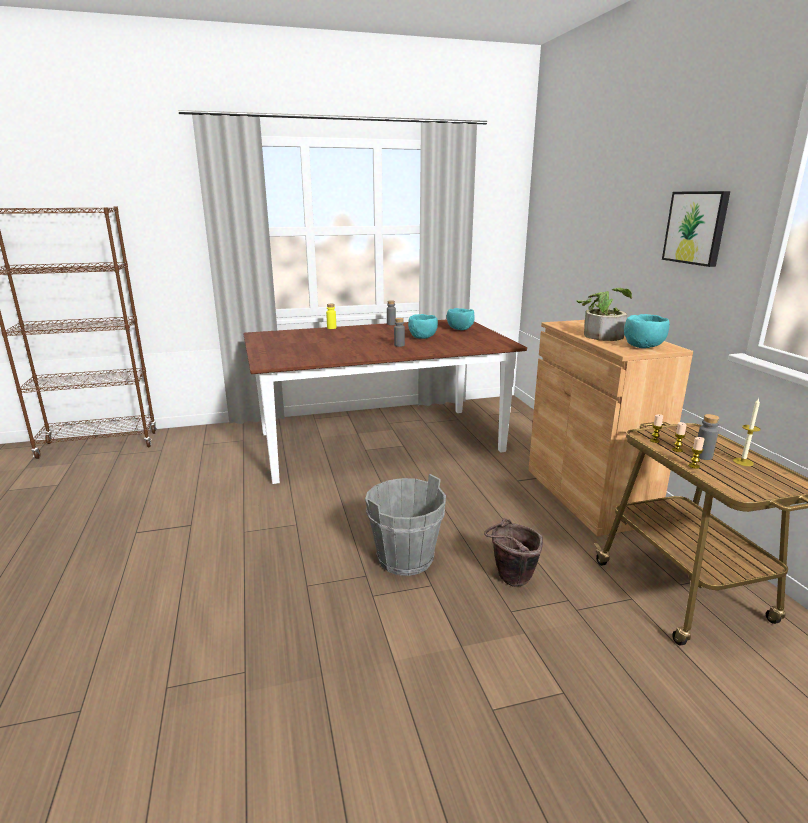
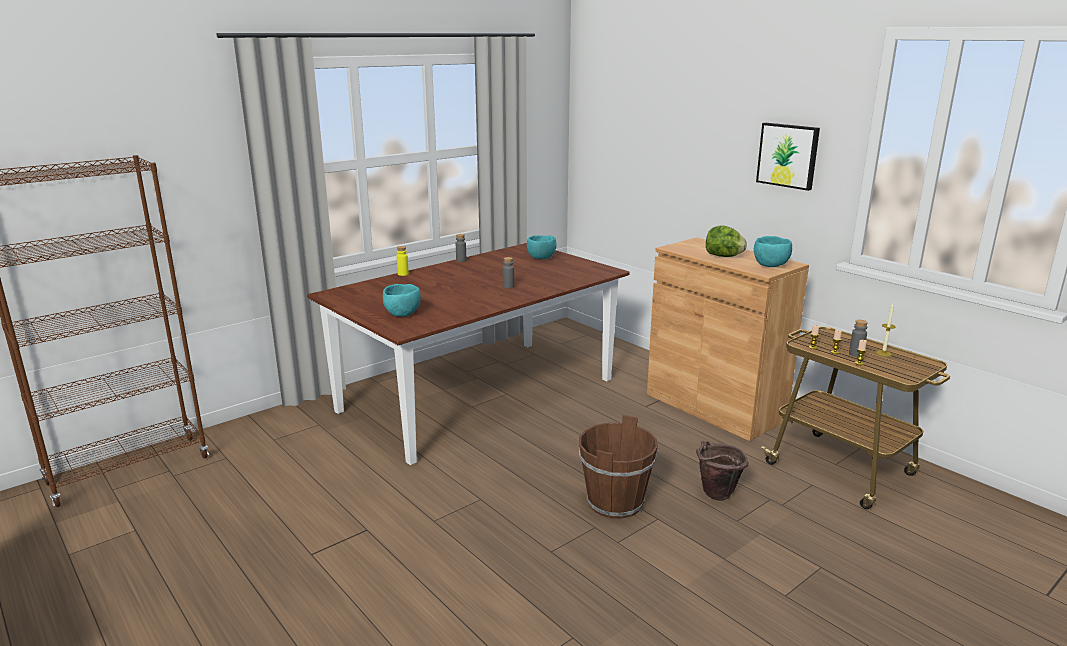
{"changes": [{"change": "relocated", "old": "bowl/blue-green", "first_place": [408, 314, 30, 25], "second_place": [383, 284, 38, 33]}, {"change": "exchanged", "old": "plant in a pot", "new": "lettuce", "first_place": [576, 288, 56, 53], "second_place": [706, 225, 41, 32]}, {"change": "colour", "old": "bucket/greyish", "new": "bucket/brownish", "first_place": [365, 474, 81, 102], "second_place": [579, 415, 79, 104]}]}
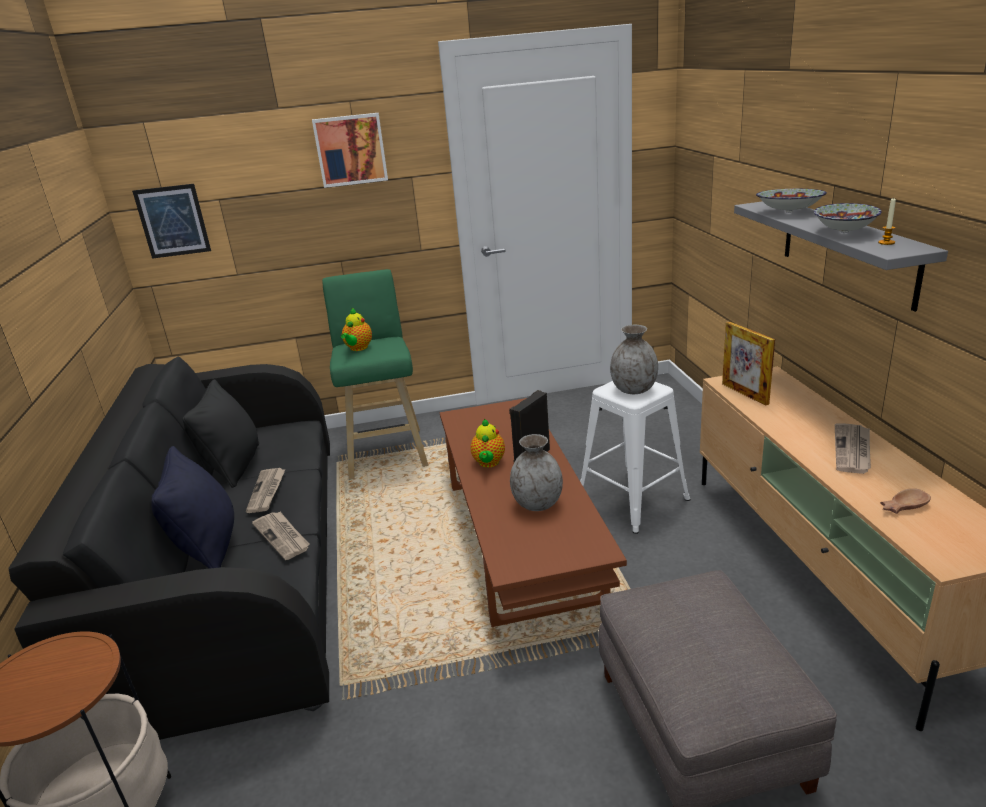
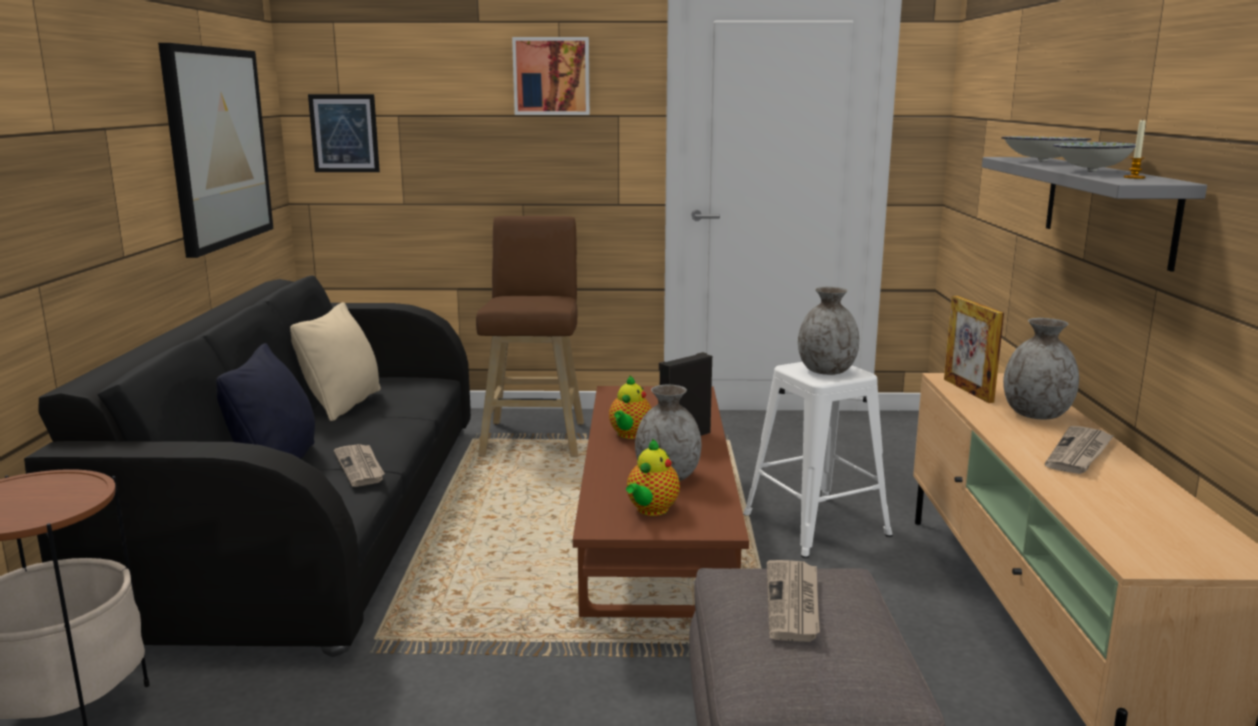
{"changes": [{"change": "missing", "old": "bowl/brownish", "first_place": [880, 488, 51, 26]}, {"change": "appeared", "new": "picture", "second_place": [158, 43, 116, 215]}, {"change": "appeared", "new": "decorative vase/greyish", "second_place": [1003, 318, 76, 101]}, {"change": "relocated", "old": "newspaper", "first_place": [246, 468, 40, 45], "second_place": [767, 560, 53, 82]}, {"change": "relocated", "old": "pot for tea", "first_place": [341, 308, 31, 43], "second_place": [626, 438, 54, 78]}, {"change": "colour", "old": "pillow/black", "new": "pillow/sand-coloured", "first_place": [183, 379, 76, 109], "second_place": [290, 302, 91, 119]}, {"change": "colour", "old": "stool seat/green", "new": "stool seat/brownish", "first_place": [322, 269, 106, 211], "second_place": [476, 216, 108, 241]}]}
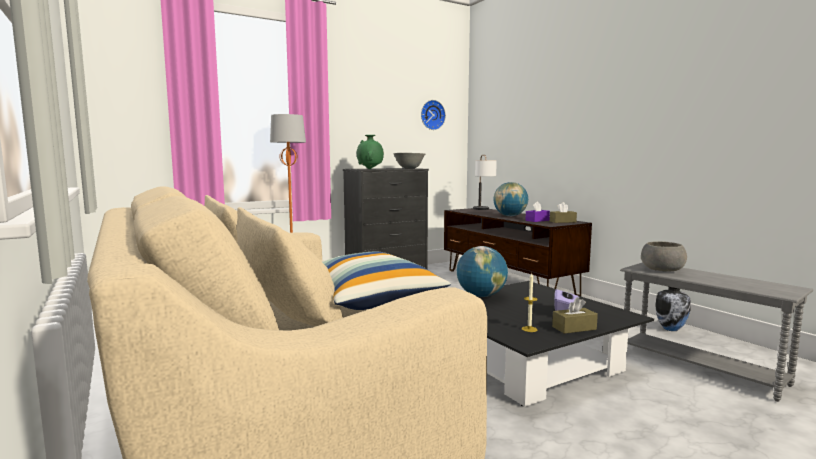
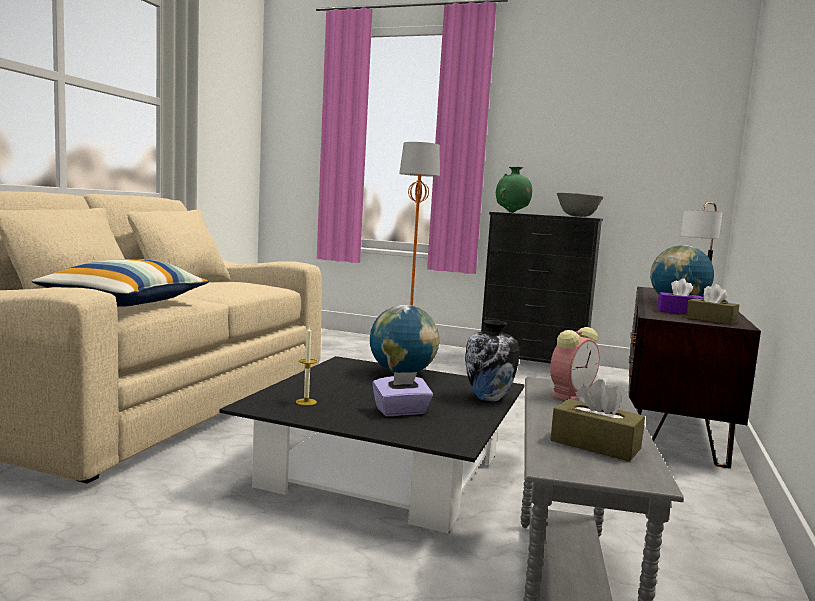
{"changes": [{"change": "missing", "old": "clock on the wall", "first_place": [421, 100, 25, 30]}, {"change": "relocated", "old": "tissue box/brownish", "first_place": [552, 297, 46, 37], "second_place": [550, 379, 95, 82]}, {"change": "relocated", "old": "decorative vase", "first_place": [655, 287, 36, 44], "second_place": [465, 320, 54, 82]}, {"change": "exchanged", "old": "bowl/greyish", "new": "bedside clock", "first_place": [641, 241, 46, 31], "second_place": [550, 327, 50, 73]}]}
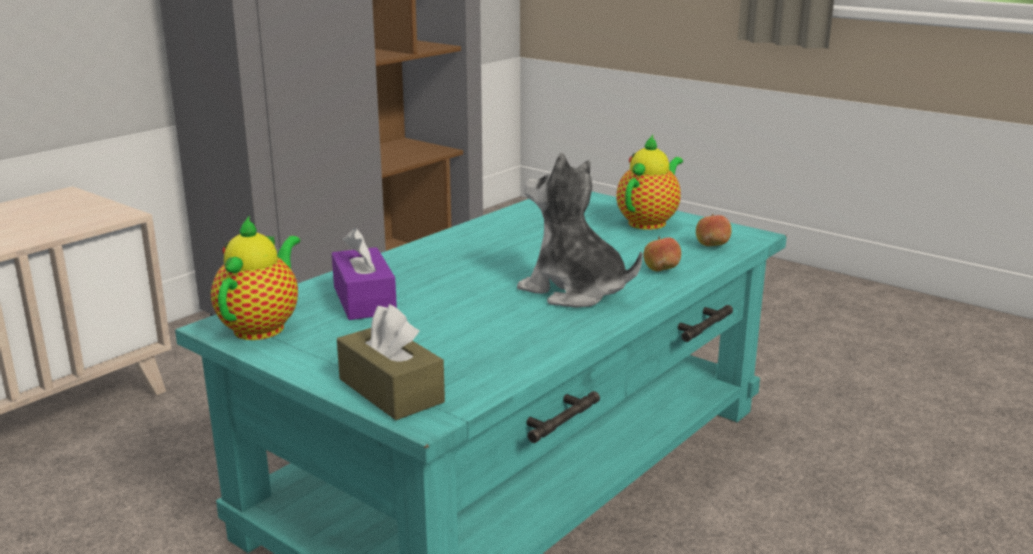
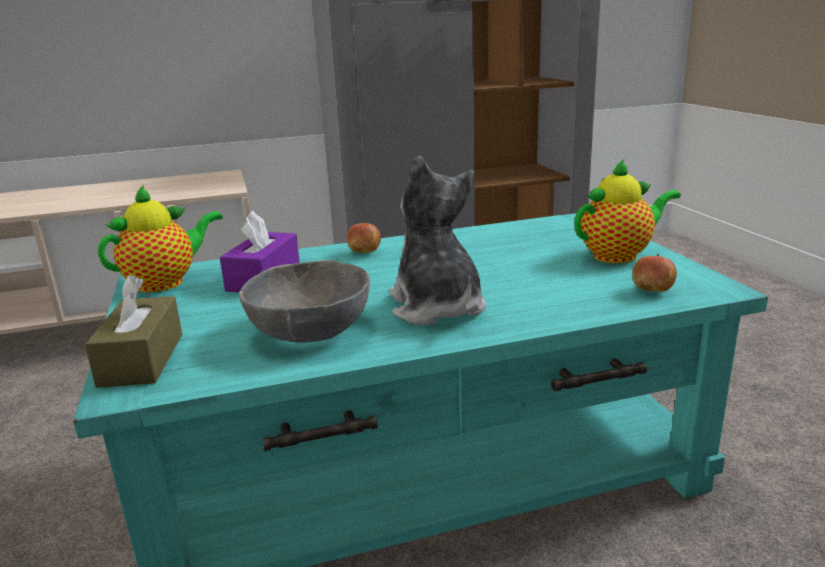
{"changes": [{"change": "appeared", "new": "bowl/greyish", "second_place": [239, 260, 131, 83]}, {"change": "relocated", "old": "apple", "first_place": [644, 236, 37, 35], "second_place": [347, 222, 34, 31]}]}
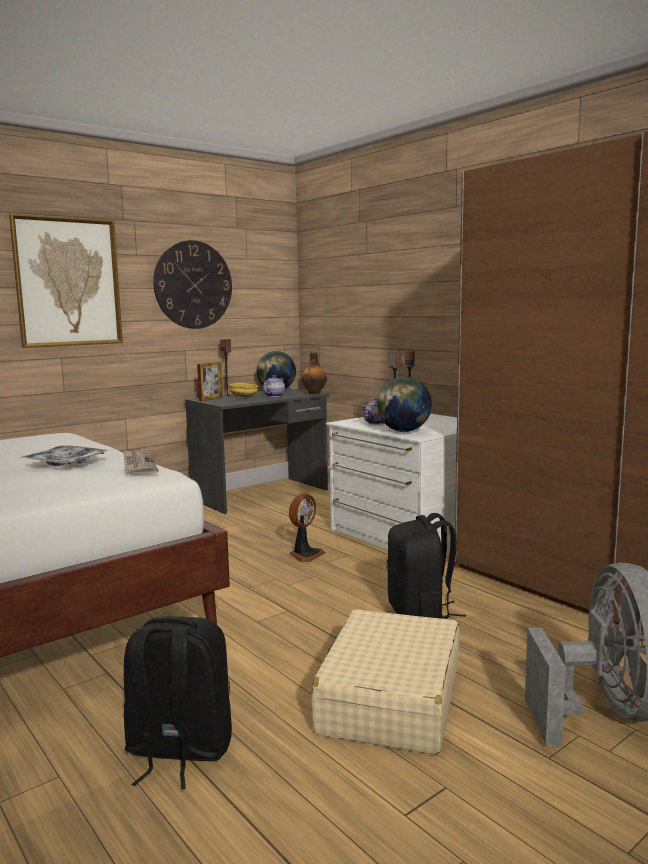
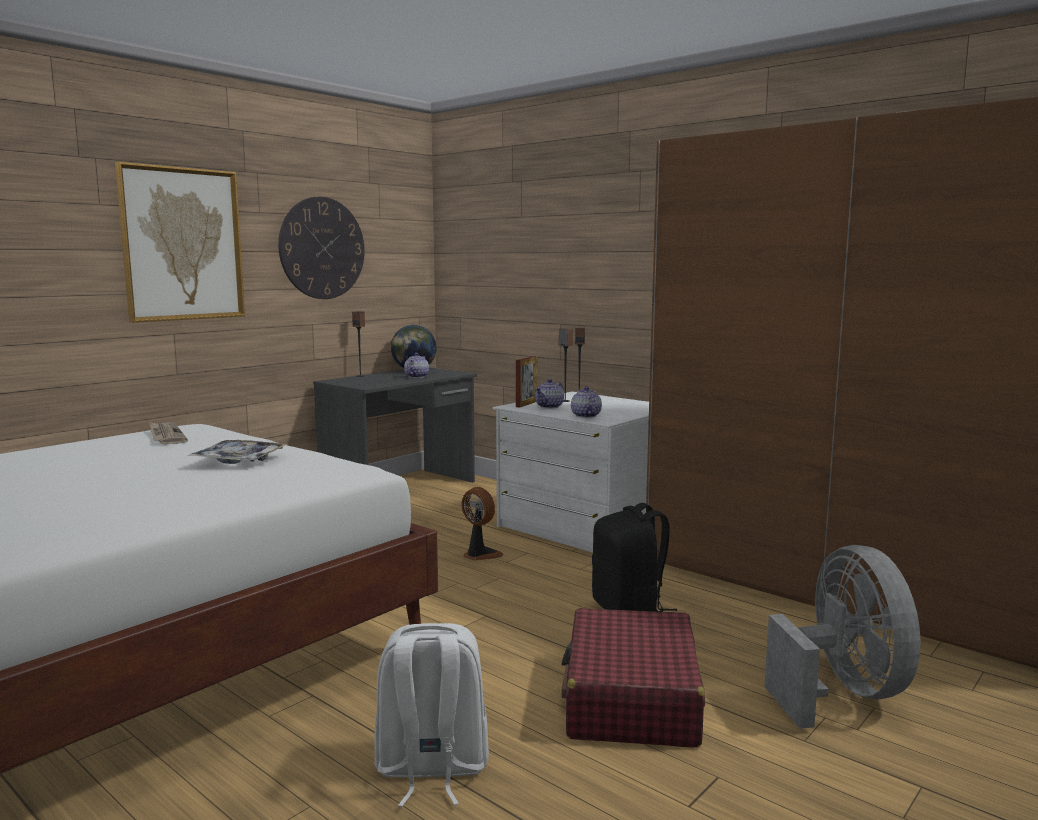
{"changes": [{"change": "missing", "old": "bowl/yellowish", "first_place": [229, 383, 30, 16]}, {"change": "missing", "old": "drink bottle", "first_place": [301, 352, 26, 42]}, {"change": "relocated", "old": "newspaper", "first_place": [123, 450, 35, 25], "second_place": [149, 422, 39, 22]}, {"change": "relocated", "old": "standing frame", "first_place": [197, 362, 26, 39], "second_place": [516, 356, 21, 51]}, {"change": "exchanged", "old": "world globe", "new": "pot for tea", "first_place": [377, 377, 55, 55], "second_place": [571, 386, 31, 32]}, {"change": "colour", "old": "rucksack/black", "new": "rucksack/white", "first_place": [124, 616, 108, 174], "second_place": [374, 623, 115, 184]}, {"change": "colour", "old": "suitcase/sand-coloured", "new": "suitcase/red-coloured", "first_place": [311, 609, 148, 146], "second_place": [561, 608, 144, 140]}, {"change": "spun", "old": "electric fan", "first_place": [289, 493, 37, 70], "second_place": [461, 487, 42, 73], "degrees": -75}]}
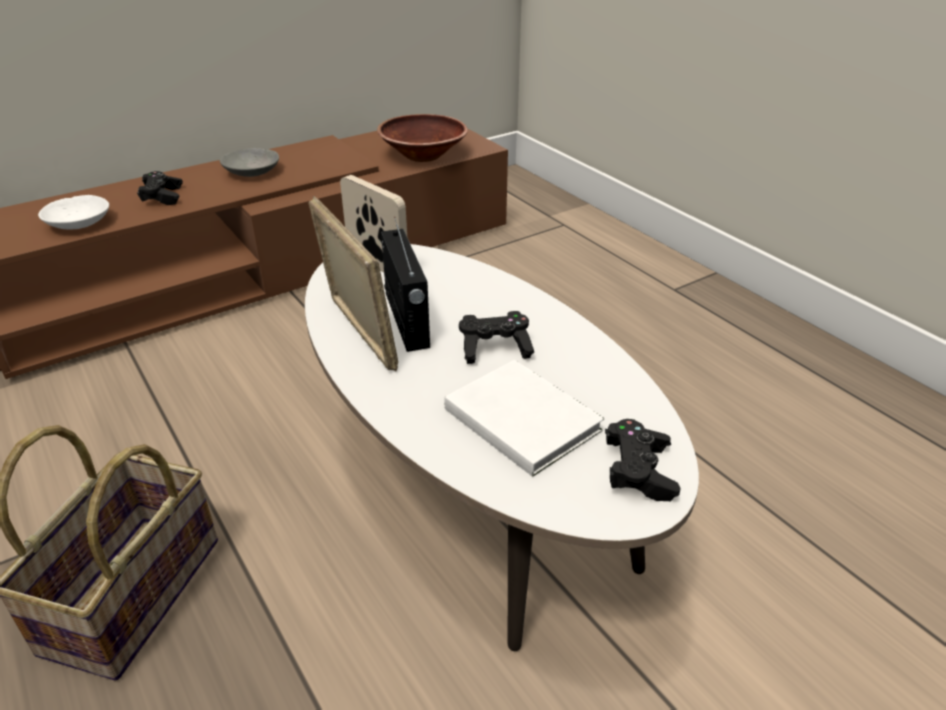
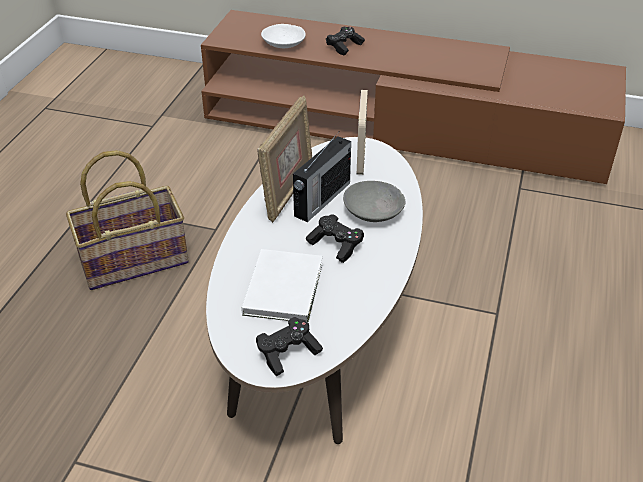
{"changes": [{"change": "missing", "old": "bowl/brownish", "first_place": [377, 114, 91, 48]}, {"change": "relocated", "old": "bowl/greyish", "first_place": [220, 148, 59, 29], "second_place": [343, 181, 62, 41]}]}
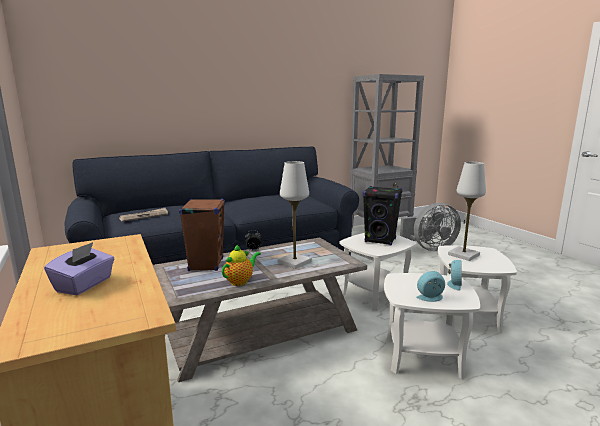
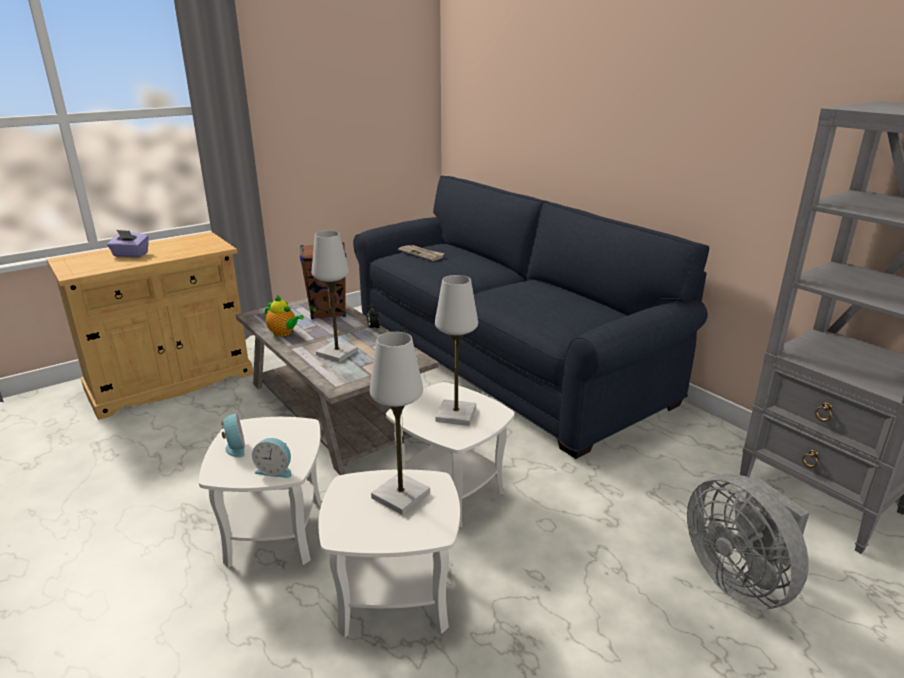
{"changes": [{"change": "exchanged", "old": "audio speaker/black", "new": "tabletop lamp/white", "first_place": [363, 186, 40, 59], "second_place": [435, 275, 43, 151]}]}
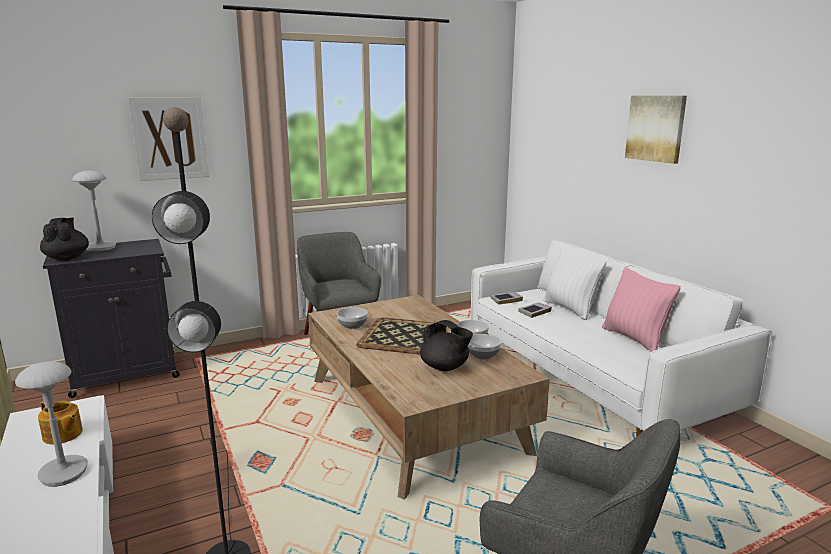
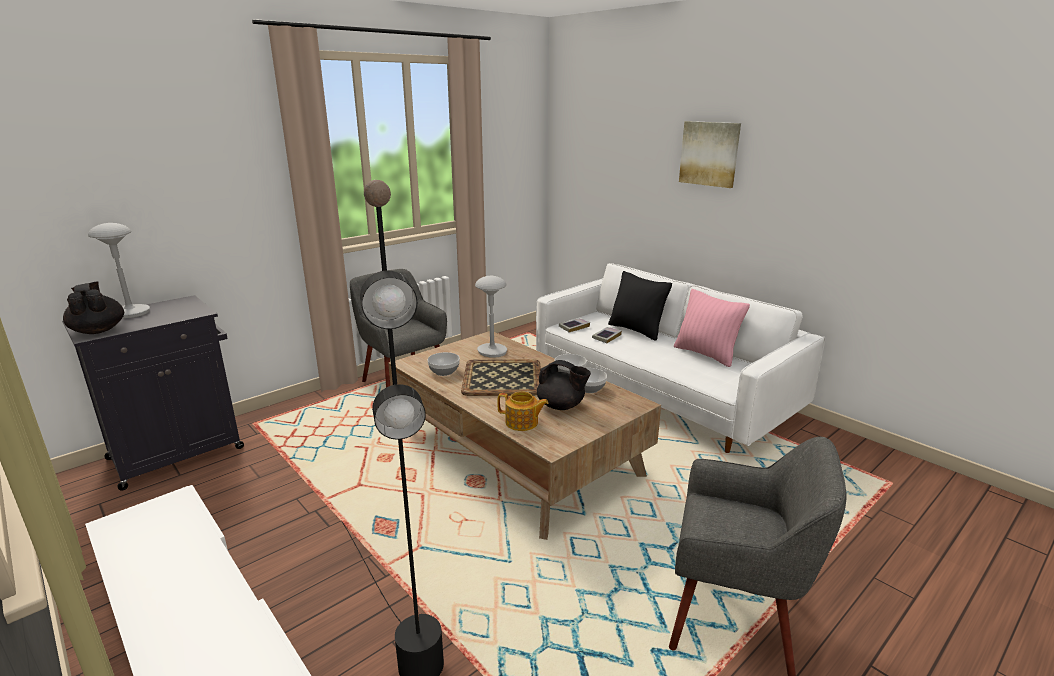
{"changes": [{"change": "missing", "old": "picture", "first_place": [128, 97, 81, 84]}, {"change": "relocated", "old": "tabletop lamp/greyish", "first_place": [15, 361, 73, 126], "second_place": [475, 276, 32, 82]}, {"change": "relocated", "old": "pot for tea", "first_place": [38, 401, 45, 43], "second_place": [497, 391, 52, 40]}, {"change": "colour", "old": "pillow/white", "new": "pillow/black", "first_place": [543, 247, 64, 73], "second_place": [608, 271, 64, 70]}]}
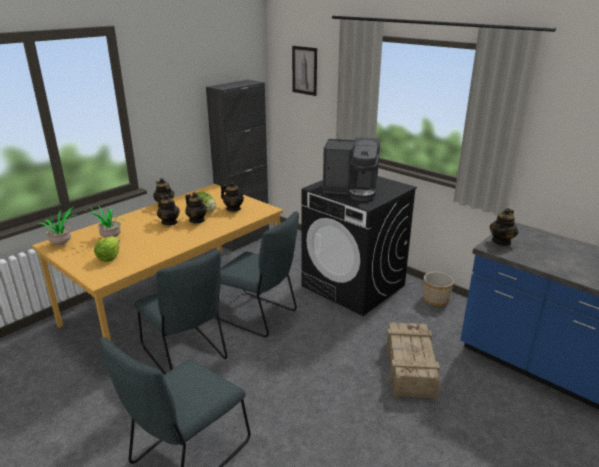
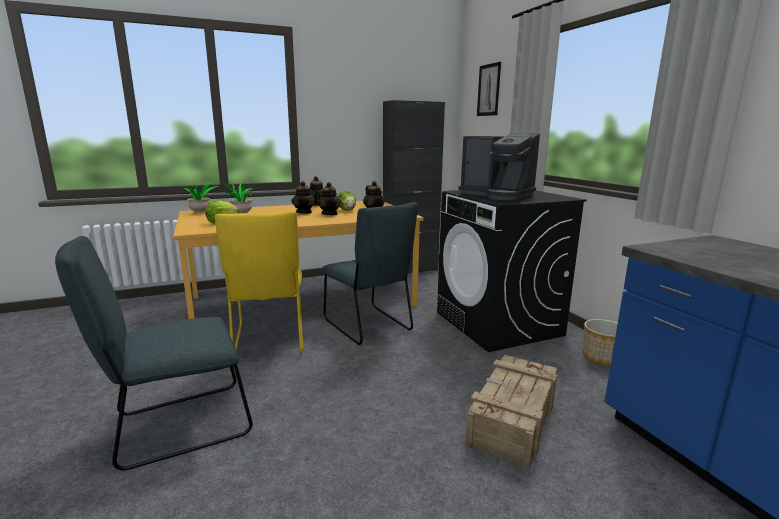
{"changes": [{"change": "missing", "old": "pot for tea", "first_place": [490, 208, 28, 38]}, {"change": "colour", "old": "plain chair/greyish", "new": "plain chair/yellowish", "first_place": [134, 250, 93, 125], "second_place": [215, 211, 88, 142]}]}
